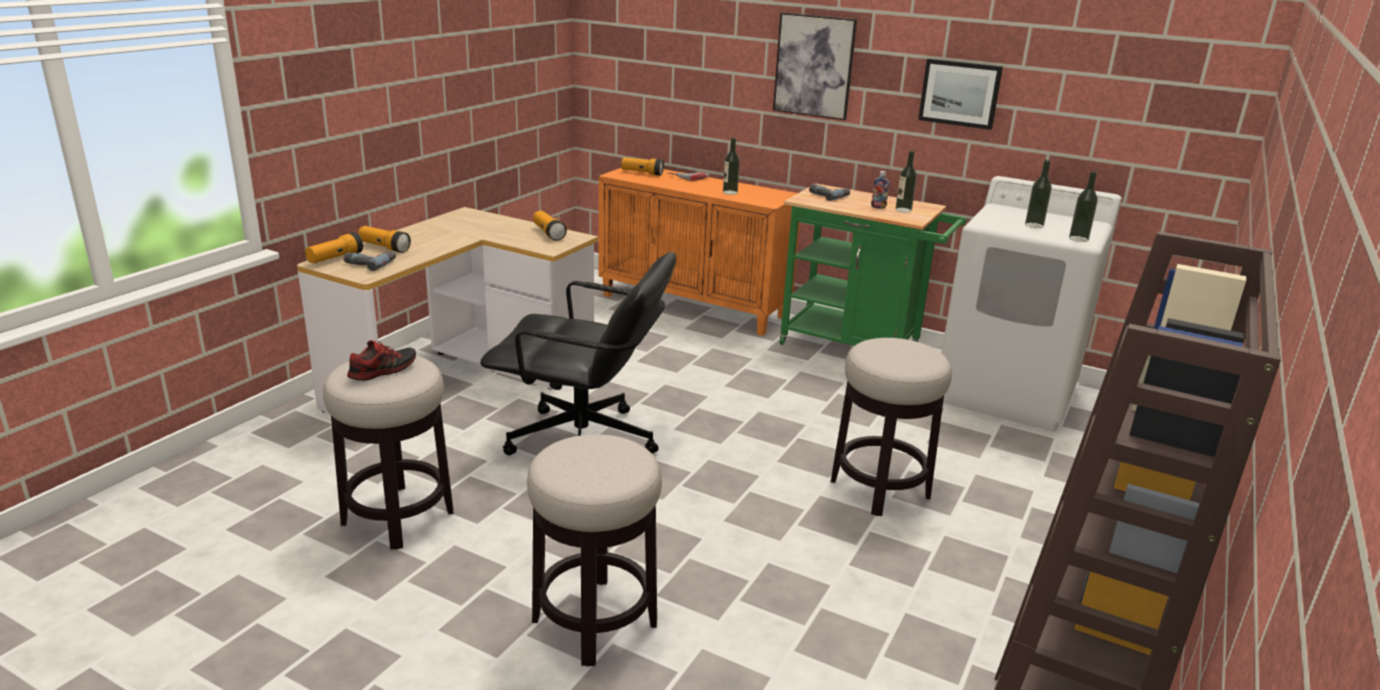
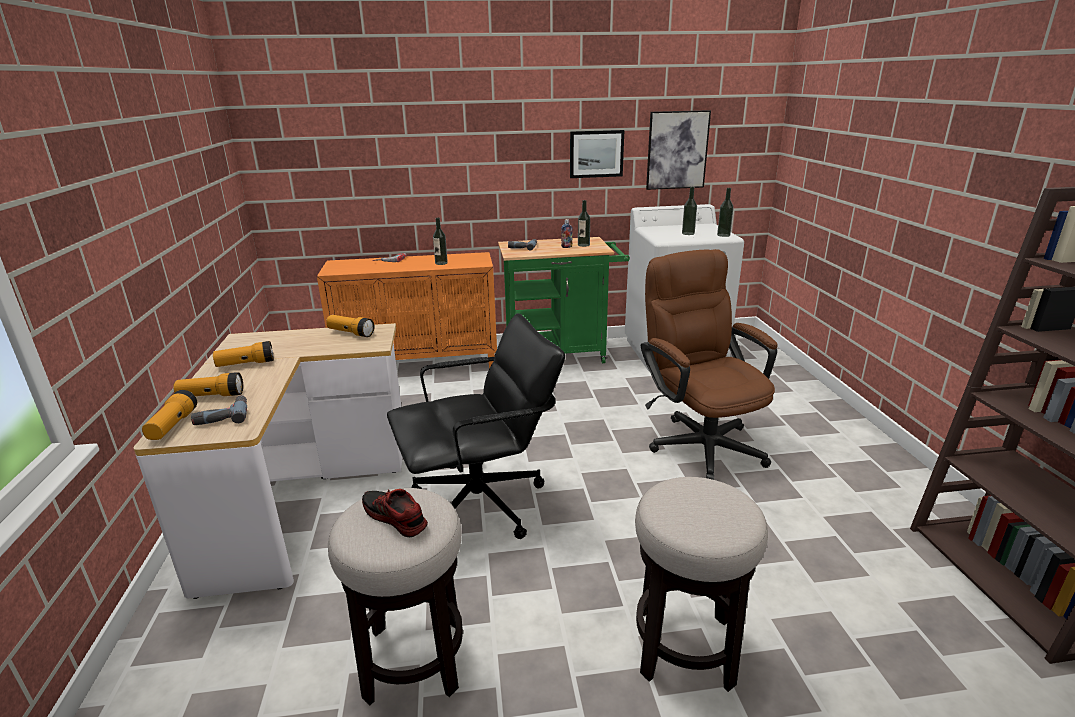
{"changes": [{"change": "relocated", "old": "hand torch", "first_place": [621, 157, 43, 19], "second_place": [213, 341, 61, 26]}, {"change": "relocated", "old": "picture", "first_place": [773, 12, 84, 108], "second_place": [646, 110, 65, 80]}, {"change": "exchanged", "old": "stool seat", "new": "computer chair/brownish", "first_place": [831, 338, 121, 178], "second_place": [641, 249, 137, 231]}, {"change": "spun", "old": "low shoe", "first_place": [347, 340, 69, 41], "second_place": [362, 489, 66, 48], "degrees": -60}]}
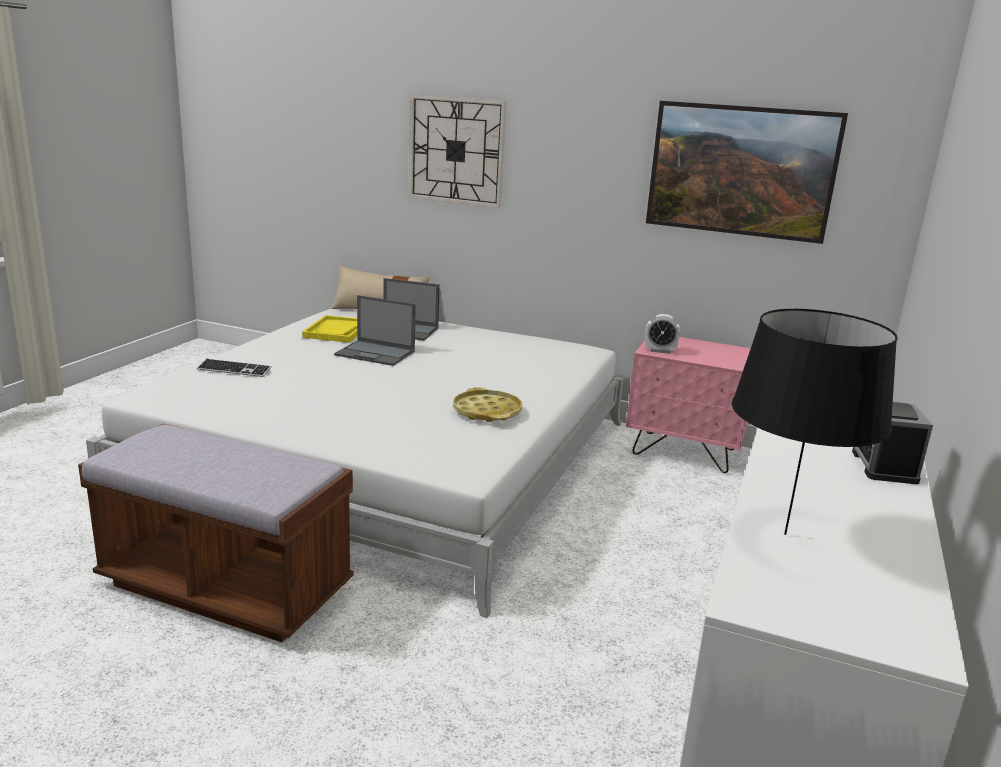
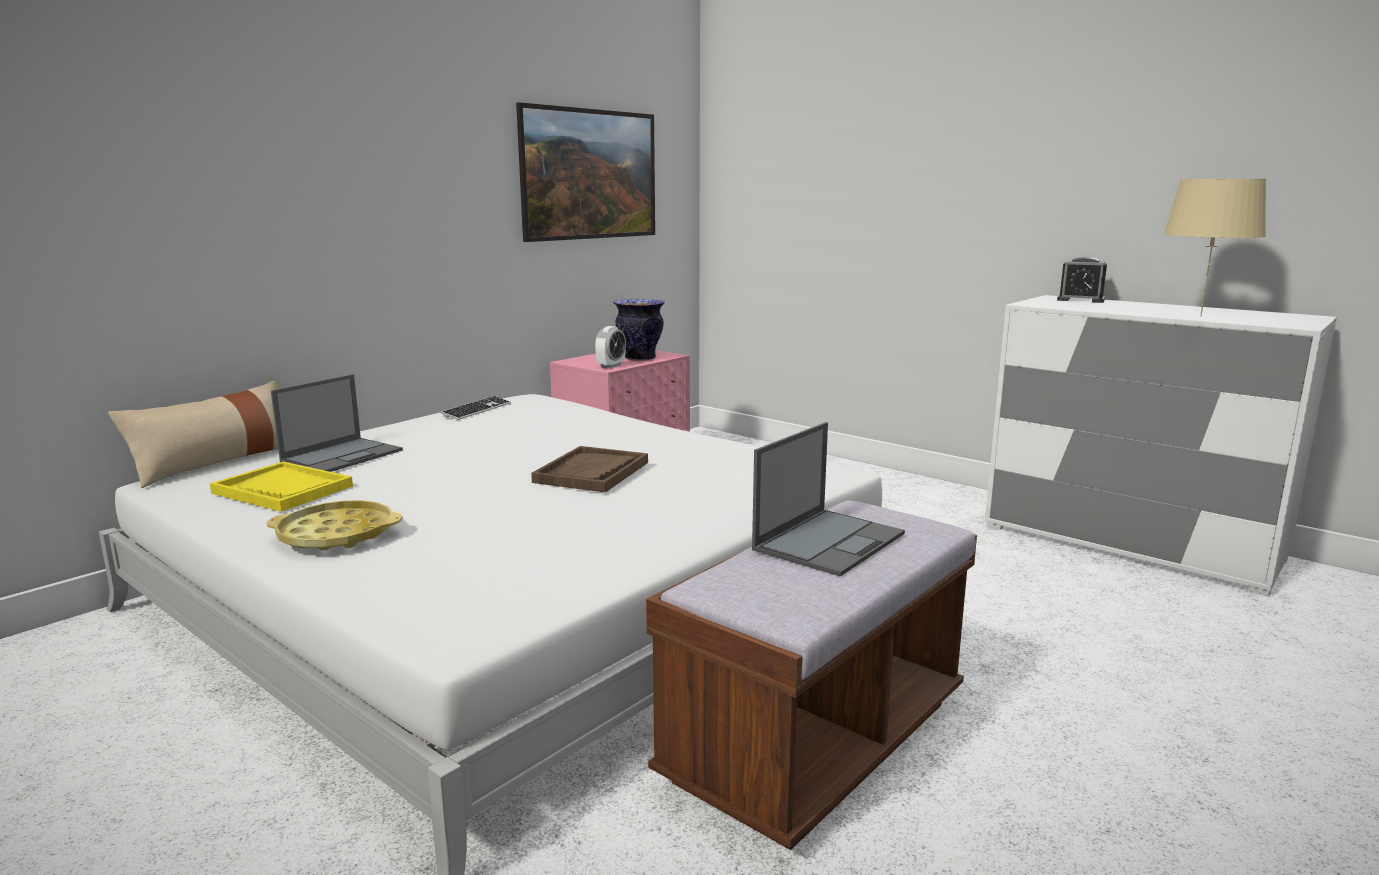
{"changes": [{"change": "missing", "old": "clock on the wall", "first_place": [409, 94, 98, 114]}, {"change": "appeared", "new": "carrying tray/brownish", "second_place": [531, 446, 117, 47]}, {"change": "appeared", "new": "decorative vase", "second_place": [613, 299, 52, 62]}, {"change": "relocated", "old": "PC keyboard", "first_place": [197, 359, 75, 18], "second_place": [441, 396, 70, 24]}, {"change": "relocated", "old": "laptop", "first_place": [334, 295, 82, 71], "second_place": [752, 422, 153, 155]}, {"change": "relocated", "old": "carrying tray/yellowish", "first_place": [453, 387, 69, 35], "second_place": [267, 500, 136, 51]}, {"change": "colour", "old": "tabletop lamp/black", "new": "tabletop lamp/sand-coloured", "first_place": [732, 309, 166, 226], "second_place": [1164, 179, 102, 137]}]}
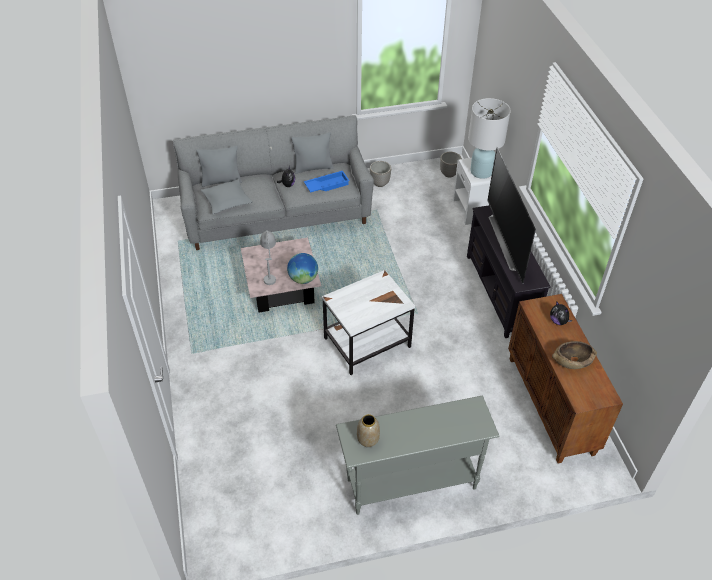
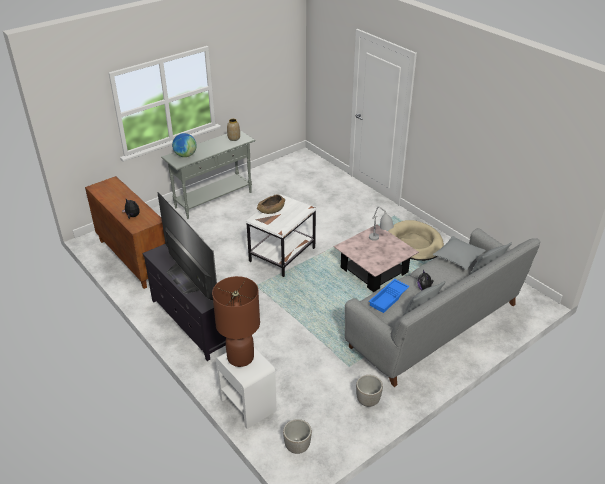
{"changes": [{"change": "appeared", "new": "dog bed/sand-coloured", "second_place": [388, 220, 56, 41]}, {"change": "relocated", "old": "world globe", "first_place": [287, 253, 31, 31], "second_place": [172, 133, 25, 24]}, {"change": "relocated", "old": "bowl/brownish", "first_place": [552, 341, 45, 28], "second_place": [257, 195, 28, 19]}, {"change": "colour", "old": "tabletop lamp/white", "new": "tabletop lamp/brownish", "first_place": [468, 98, 43, 81], "second_place": [212, 276, 48, 91]}]}
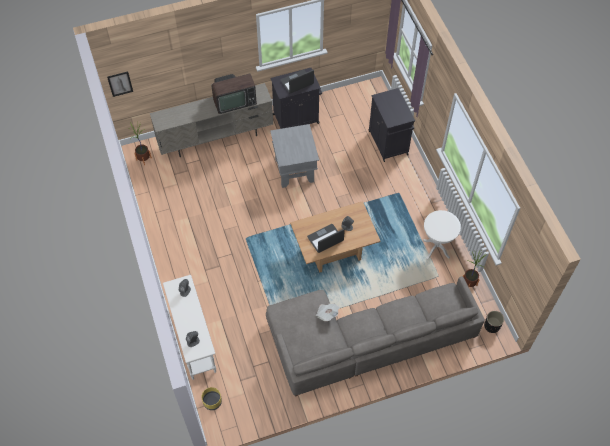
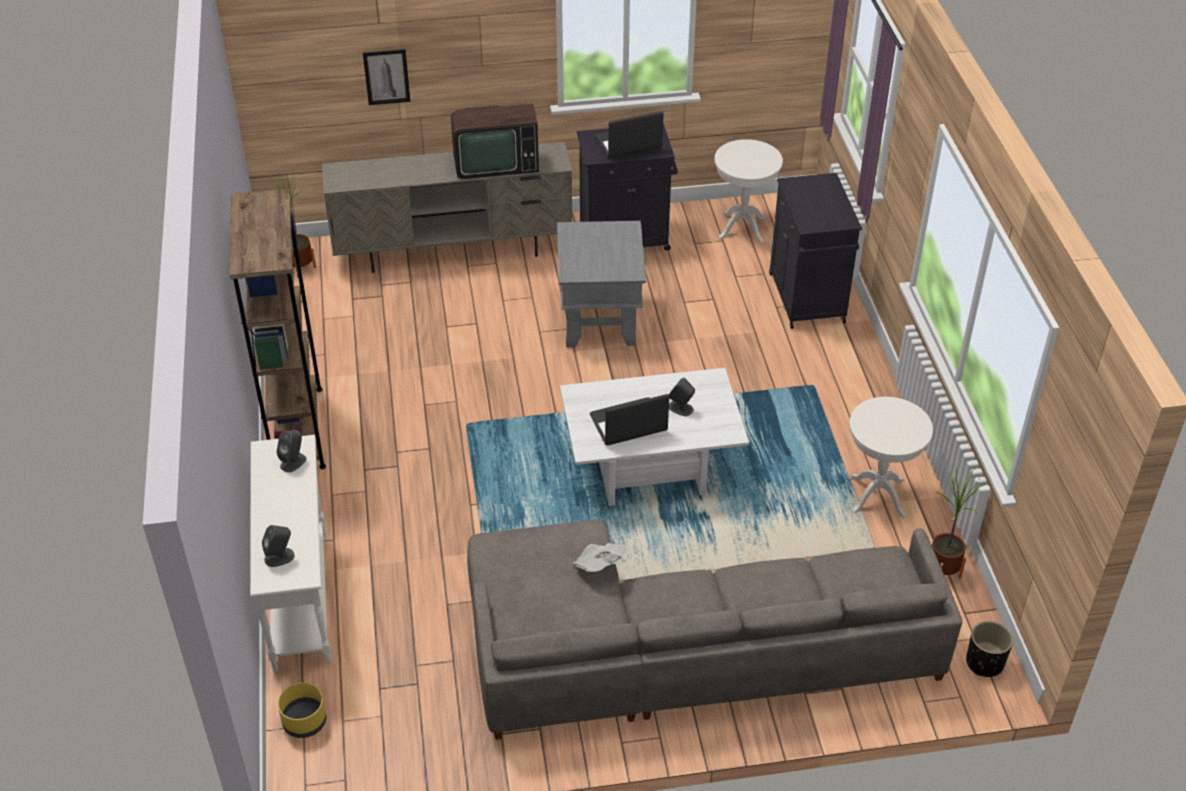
{"changes": [{"change": "appeared", "new": "bookshelf/brownish", "second_place": [230, 189, 96, 280]}, {"change": "appeared", "new": "side table/white", "second_place": [714, 139, 69, 104]}, {"change": "relocated", "old": "picture", "first_place": [107, 71, 26, 26], "second_place": [363, 49, 47, 56]}, {"change": "colour", "old": "low table/brownish", "new": "low table/white", "first_place": [290, 201, 91, 72], "second_place": [560, 368, 189, 138]}]}
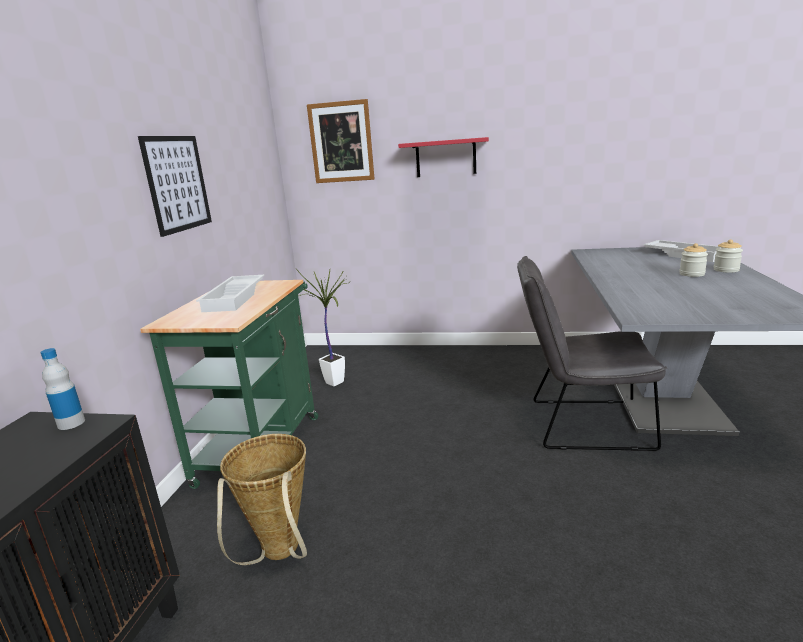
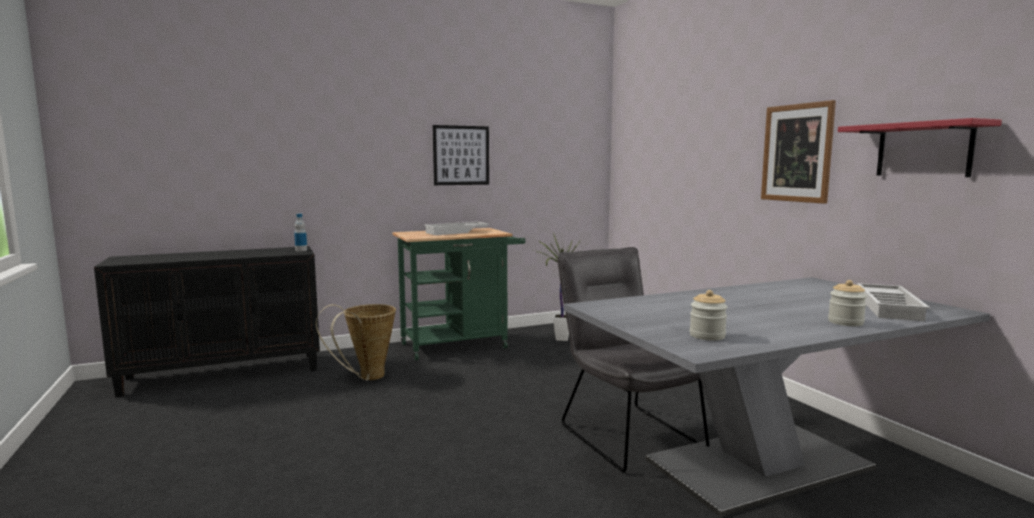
{"changes": [{"change": "relocated", "old": "picture", "first_place": [307, 99, 68, 84], "second_place": [761, 100, 75, 104]}, {"change": "relocated", "old": "bracket shelf/red-coloured", "first_place": [398, 137, 91, 40], "second_place": [838, 118, 164, 59]}, {"change": "relocated", "old": "jar", "first_place": [679, 243, 29, 34], "second_place": [690, 290, 37, 51]}]}
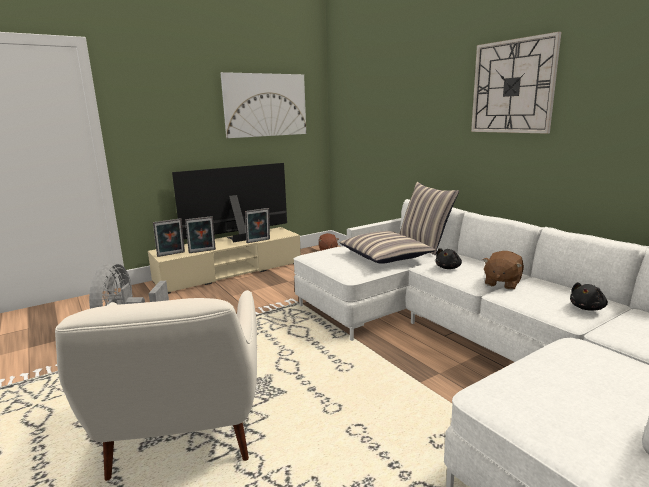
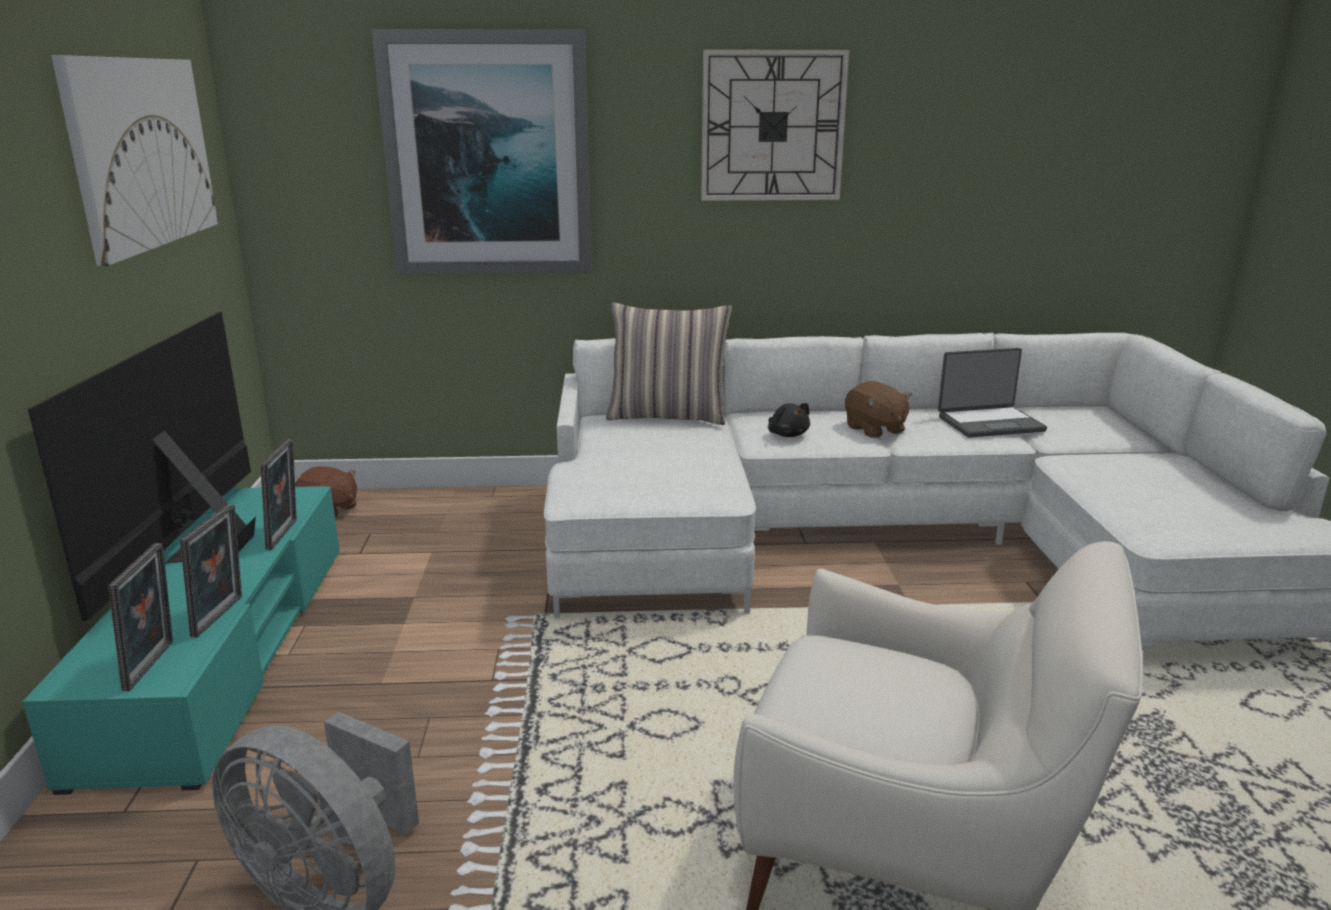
{"changes": [{"change": "missing", "old": "pillow", "first_place": [339, 231, 96, 33]}, {"change": "appeared", "new": "picture", "second_place": [372, 29, 220, 246]}, {"change": "exchanged", "old": "soft toy/black", "new": "laptop", "first_place": [570, 282, 38, 29], "second_place": [938, 348, 109, 90]}, {"change": "colour", "old": "tv unit/sand-coloured", "new": "tv unit/blue-green", "first_place": [148, 227, 153, 67], "second_place": [22, 486, 318, 309]}]}
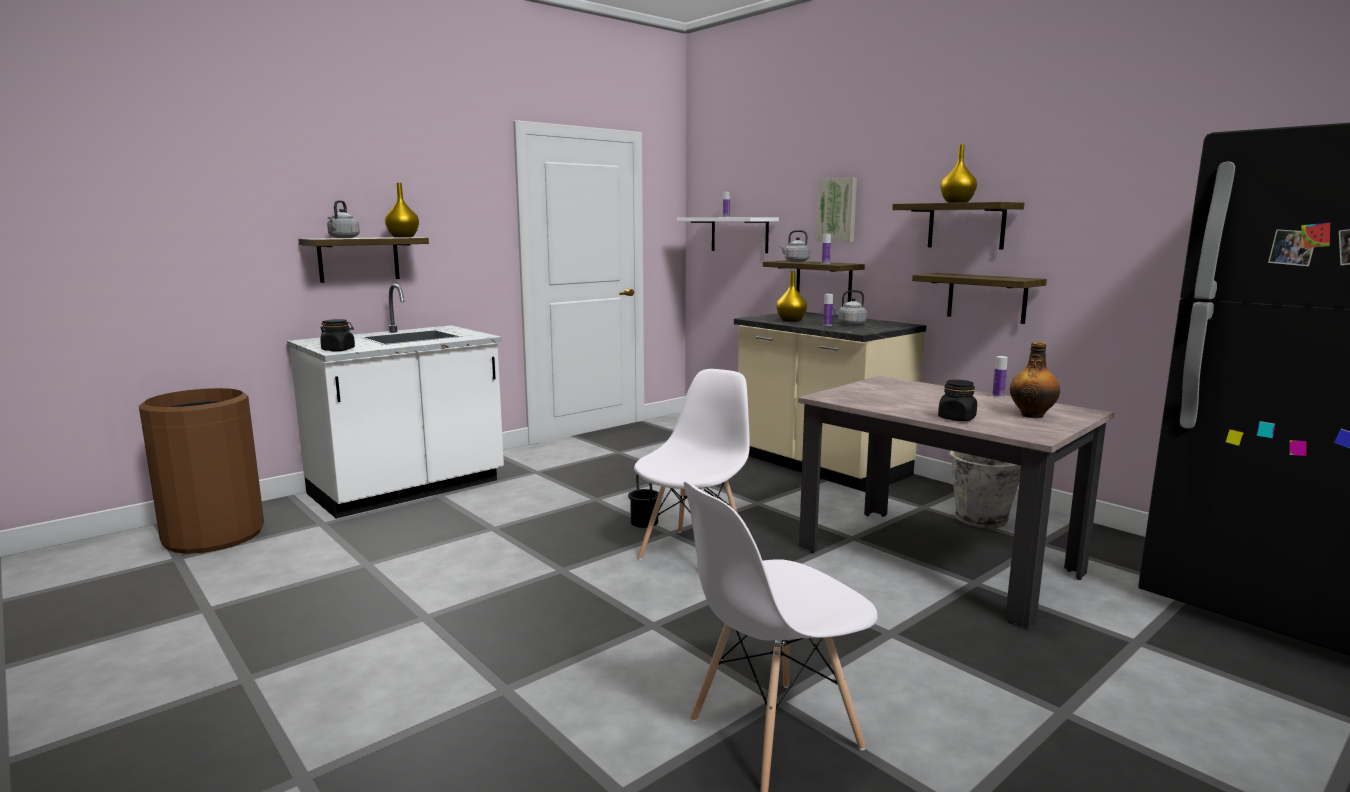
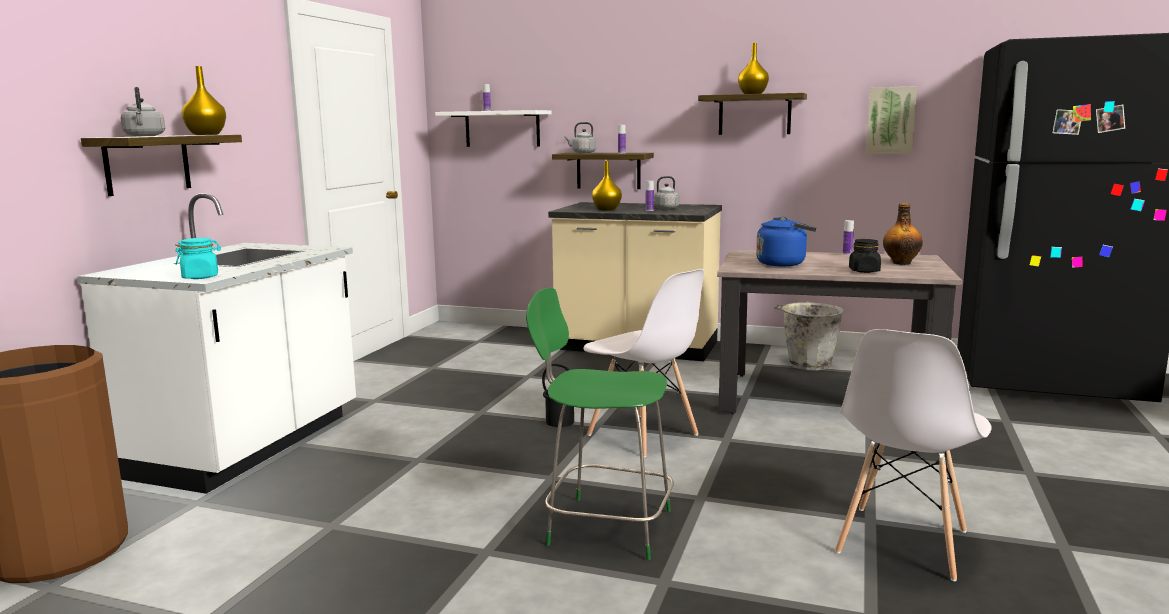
{"changes": [{"change": "missing", "old": "bracket shelf", "first_place": [912, 273, 135, 51]}, {"change": "appeared", "new": "plain chair/green", "second_place": [526, 288, 148, 272]}, {"change": "appeared", "new": "water kettle/blue-coloured", "second_place": [756, 217, 60, 49]}, {"change": "relocated", "old": "picture", "first_place": [817, 178, 40, 64], "second_place": [866, 86, 51, 68]}, {"change": "colour", "old": "jar/black", "new": "jar/blue-green", "first_place": [320, 319, 35, 32], "second_place": [175, 238, 46, 41]}, {"change": "spun", "old": "plain chair/white", "first_place": [634, 369, 116, 191], "second_place": [584, 269, 120, 189], "degrees": 135}]}
